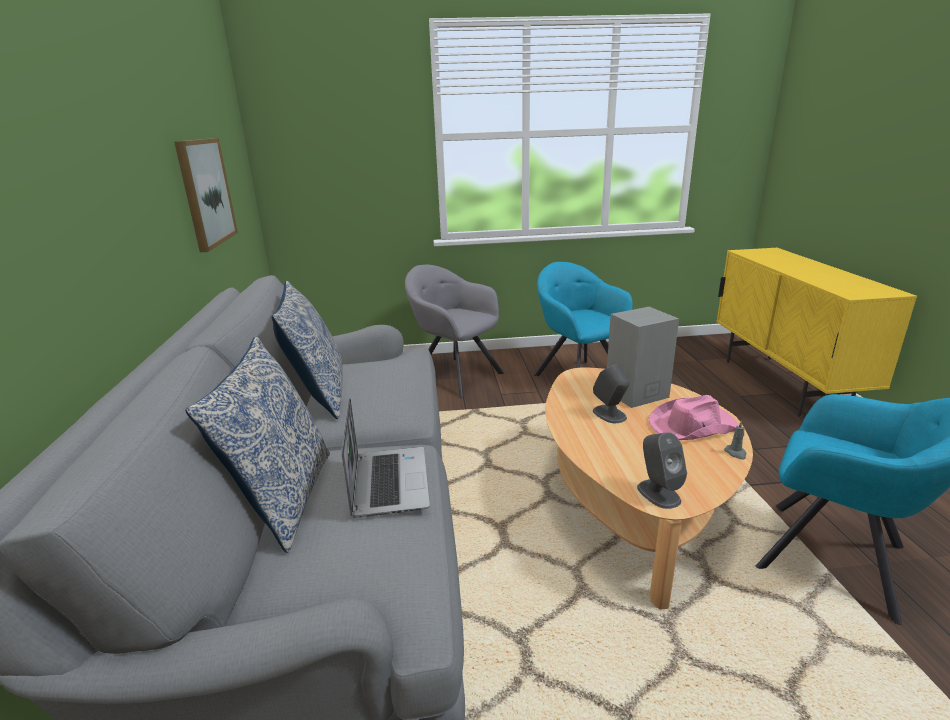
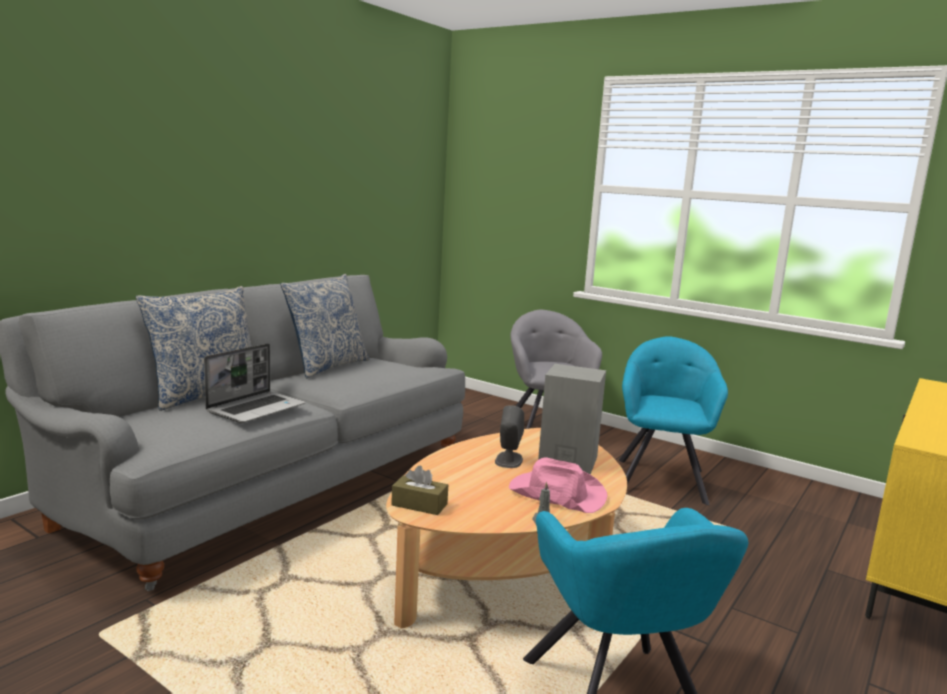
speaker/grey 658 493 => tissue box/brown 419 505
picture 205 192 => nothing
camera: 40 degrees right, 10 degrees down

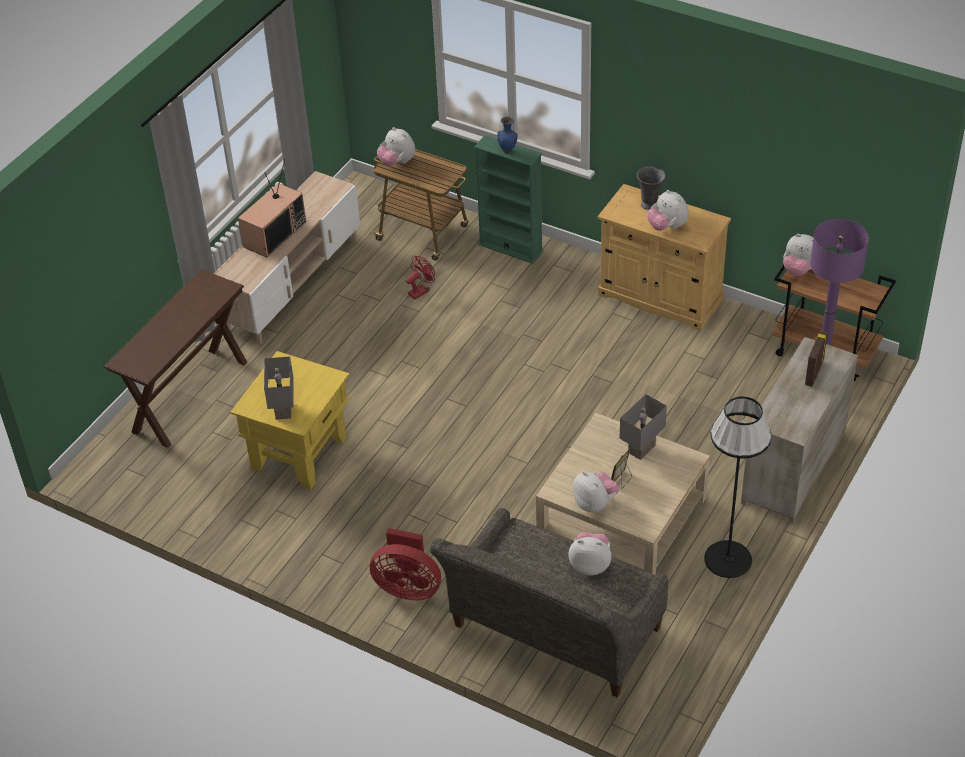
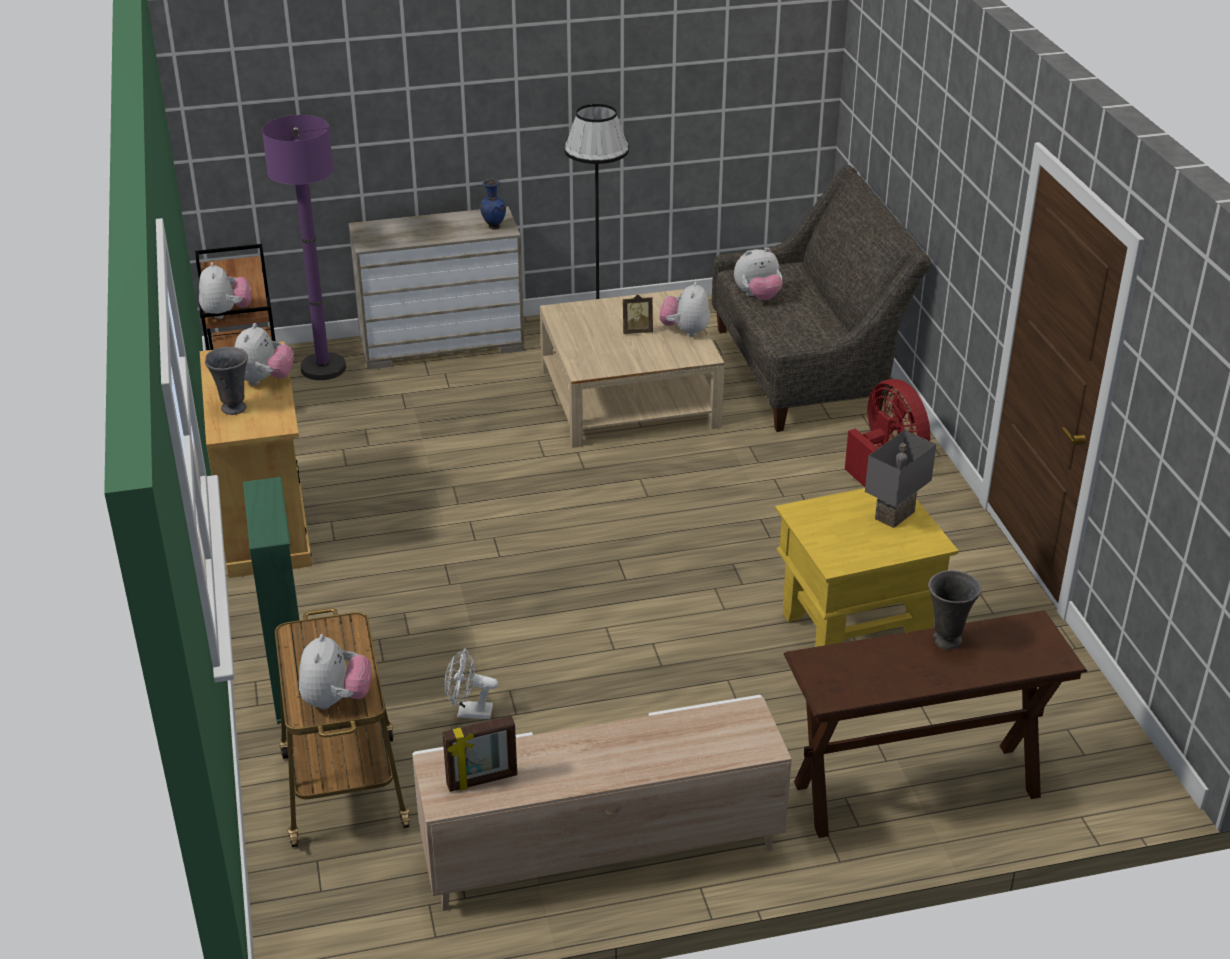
picture frame 813 373 => picture frame 482 781, moved
fan/red 421 291 => fan/white 468 712
vase/blue 508 150 => vase/blue 493 227, moved
plush toy 590 565 => plush toy 758 296, 75 degrees counterclockwise
nothing => vase/grey 946 641
television 274 233 => nothing
table lamp/grey 640 448 => nothing
camera: 135 degrees left, 10 degrees down

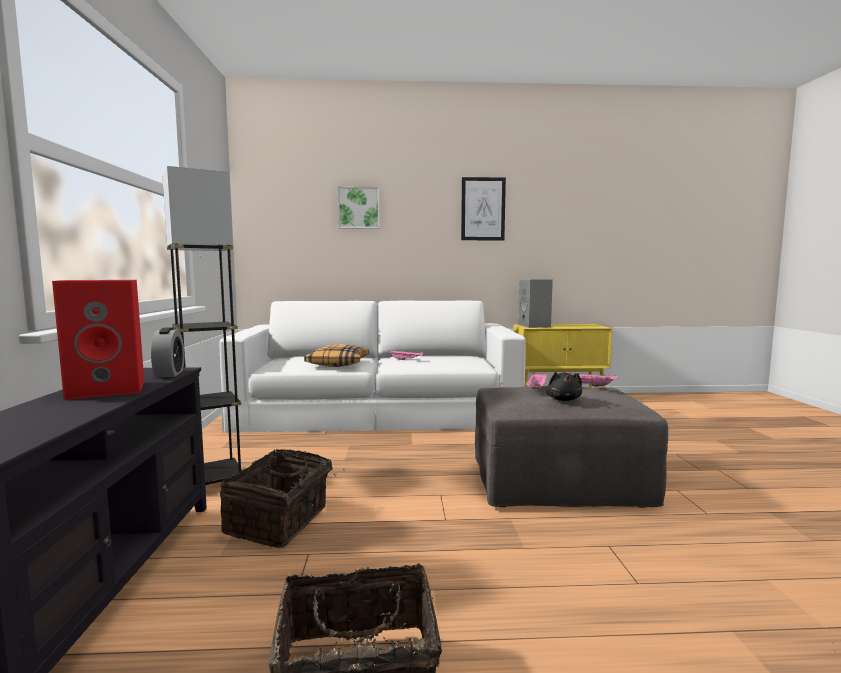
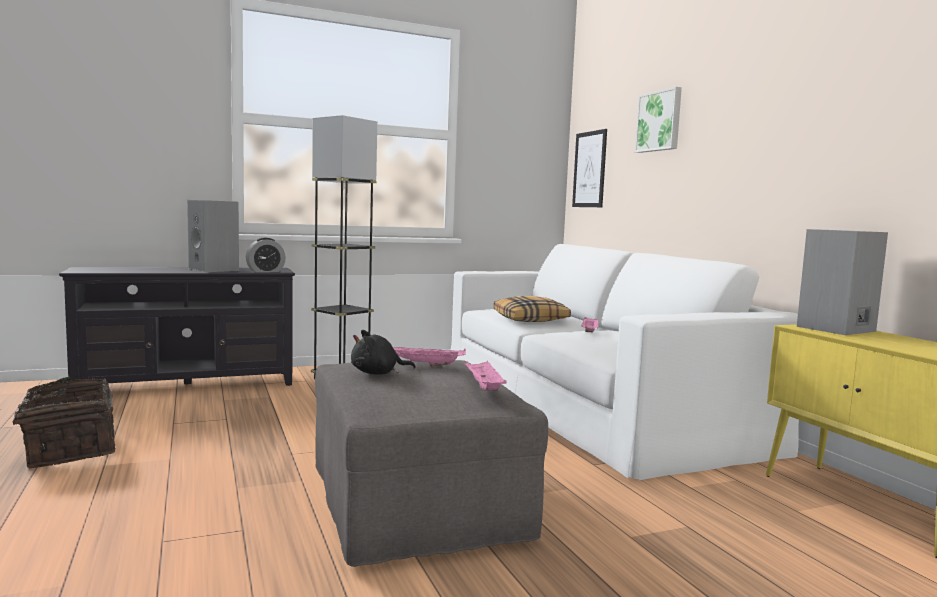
speaker/red 109 389 => speaker/grey 215 270
picture 483 209 => picture 589 169, moved
basket 280 521 => nothing
camera: 70 degrees right, 0 degrees up

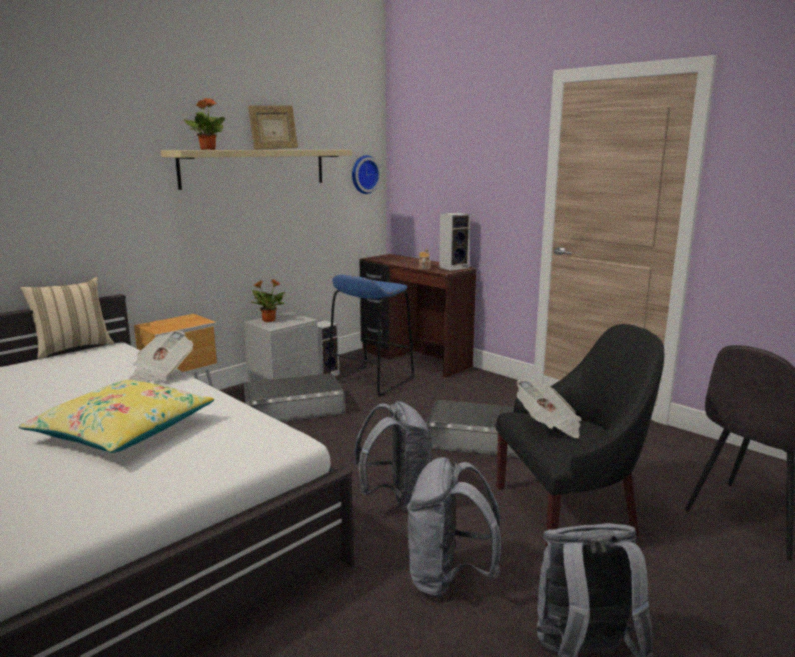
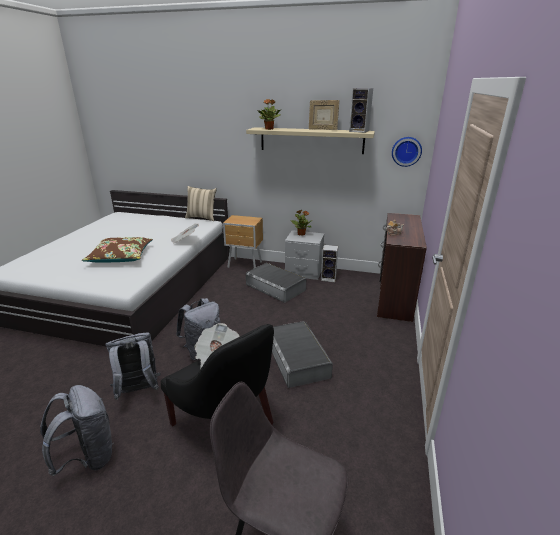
pillow/yellow 123 431 => pillow/brown 121 256
speaker 454 267 => speaker 360 131, moved
stool/blue 371 381 => nothing
camera: 60 degrees right, 10 degrees up

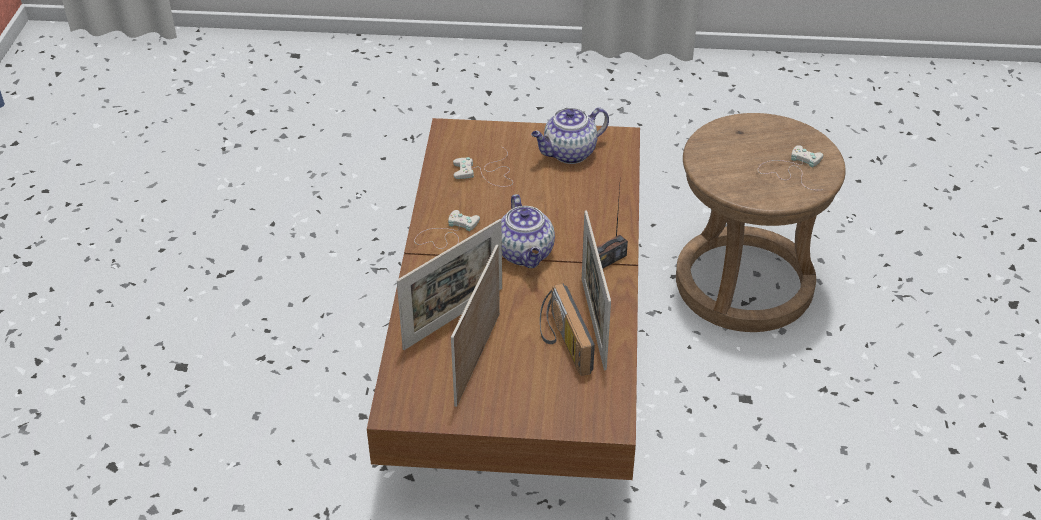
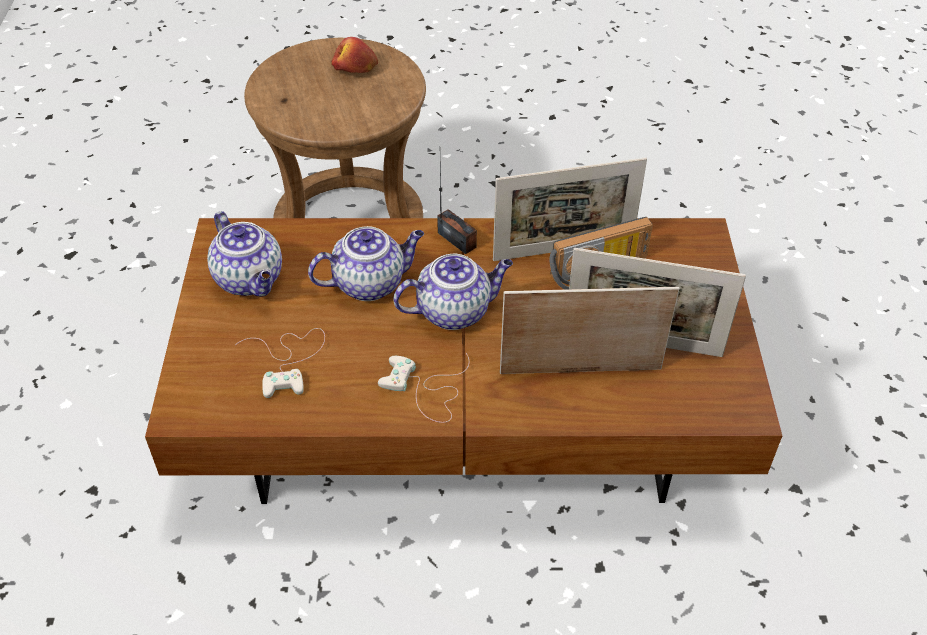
nothing => teapot 370 283
game controller/white 791 170 => apple 355 68
picture frame 453 318 => picture frame 580 370, 45 degrees counterclockwise
camera: 95 degrees left, 5 degrees up

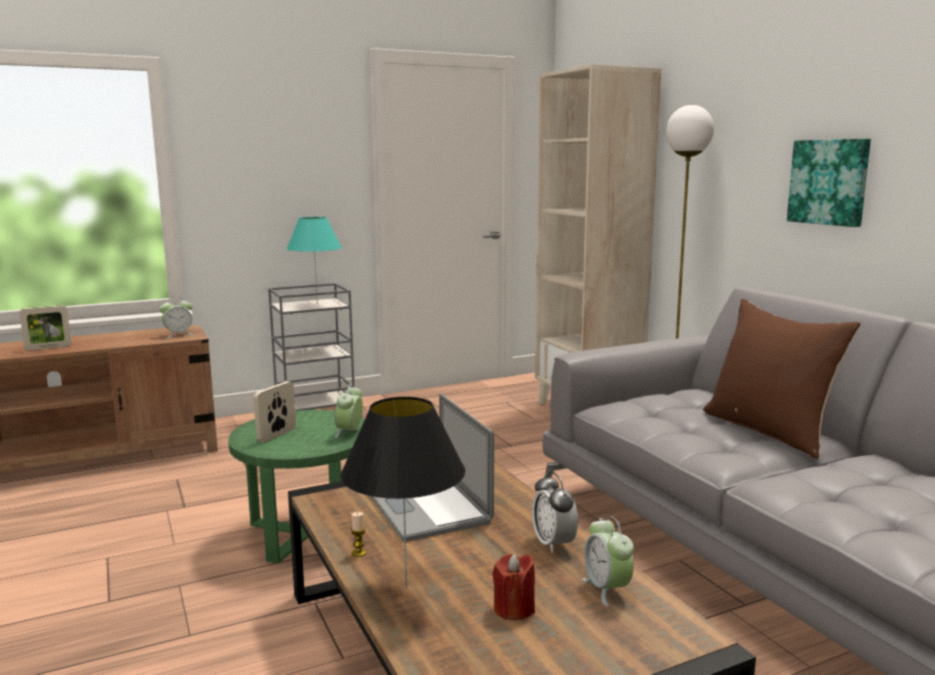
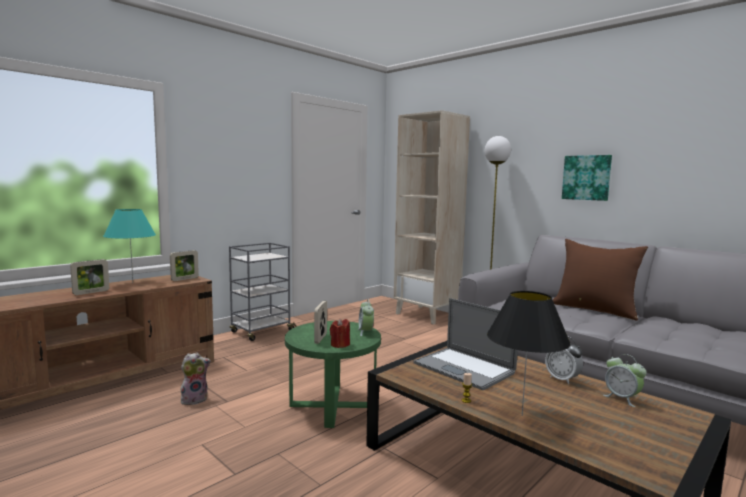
table lamp/turquoise 317 304 => table lamp/turquoise 132 283, moved
alarm clock 178 334 => picture frame 185 279
nothing => plush toy 195 399
candle/red 514 609 => candle/red 340 345, moved
camera: 20 degrees left, 5 degrees down

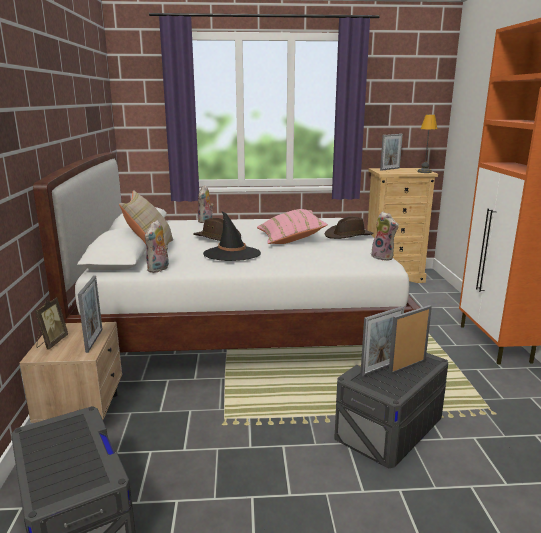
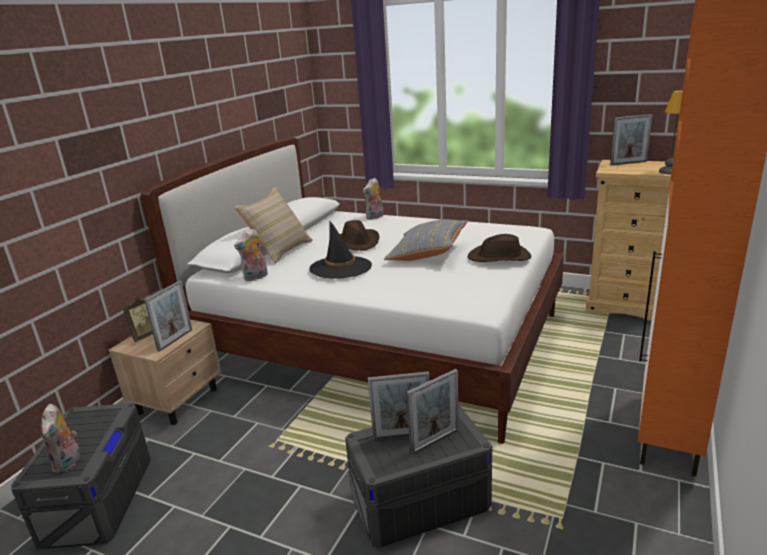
plush toy 383 257 => plush toy 69 462, moved
pillow/pink 290 239 => pillow/grey 427 254
picture frame 407 367 => picture frame 435 441, 150 degrees clockwise
camera: 30 degrees right, 5 degrees up

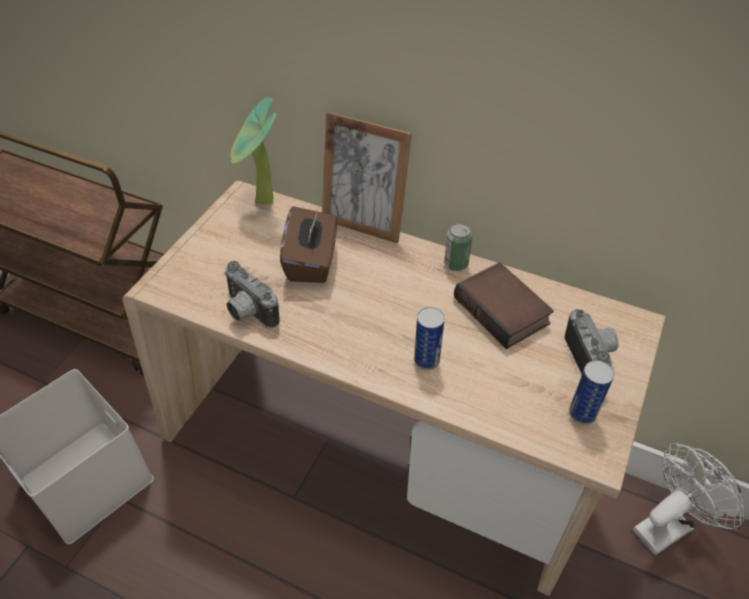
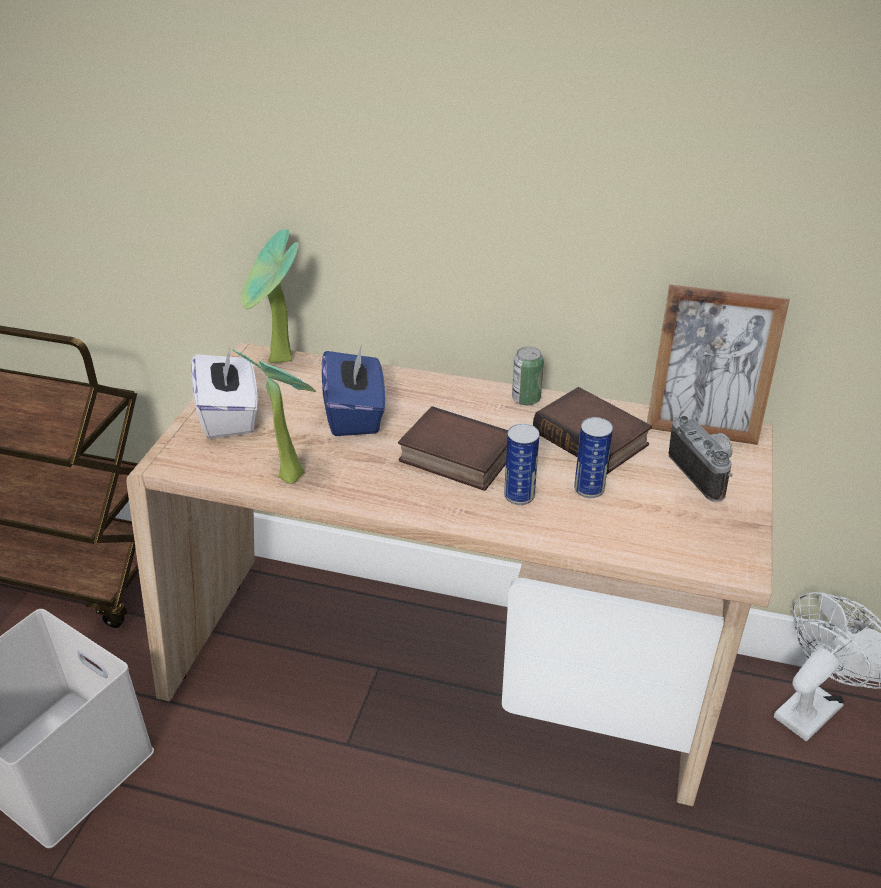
nothing => tissue box/white 230 416
photo camera 247 312 => potted plant 291 473
tissue box/brown 312 262 => tissue box/blue 355 414
nothing => book 454 458
can 582 413 => can 589 489, moved
picture frame 364 224 => picture frame 701 427, moved
camera: 10 degrees left, 10 degrees down

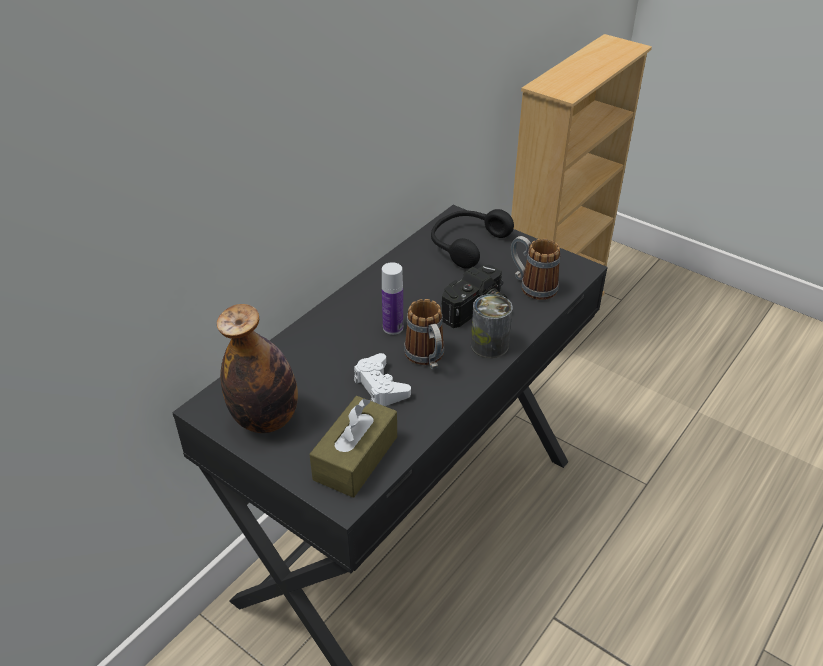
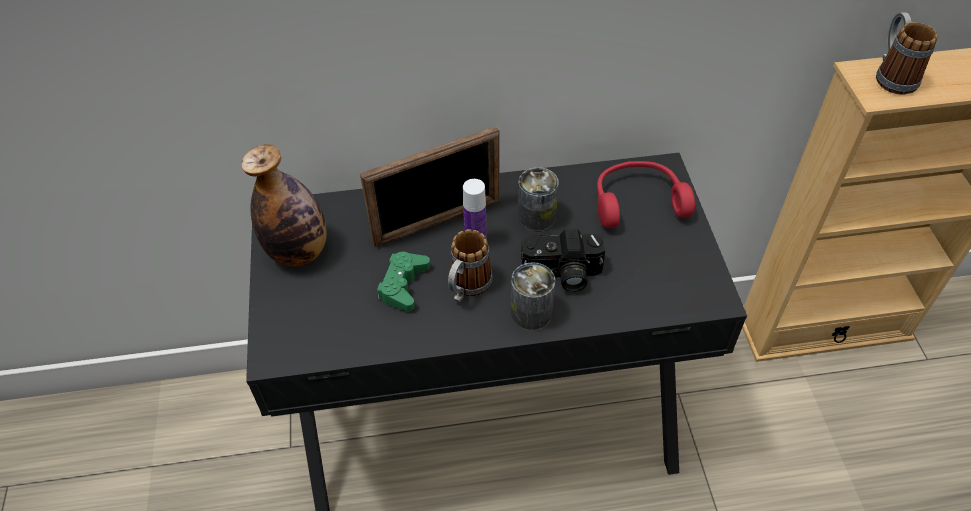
nothing => picture frame 437 222
game controller/white 380 386 => game controller/green 403 285
nothing => can 536 217
headphones/black 466 244 => headphones/red 637 201
mug 532 286 => mug 892 75, moved
tissue box/brown 356 458 => nothing
camera: 45 degrees right, 10 degrees up

